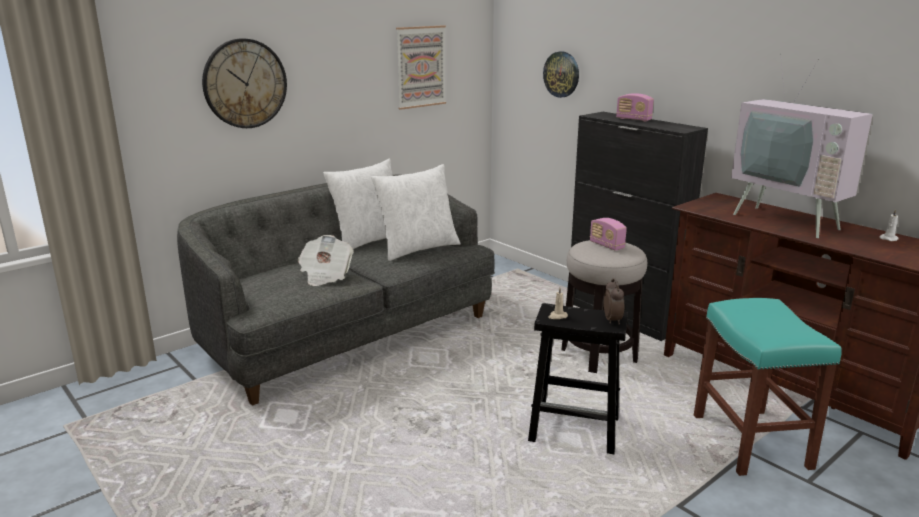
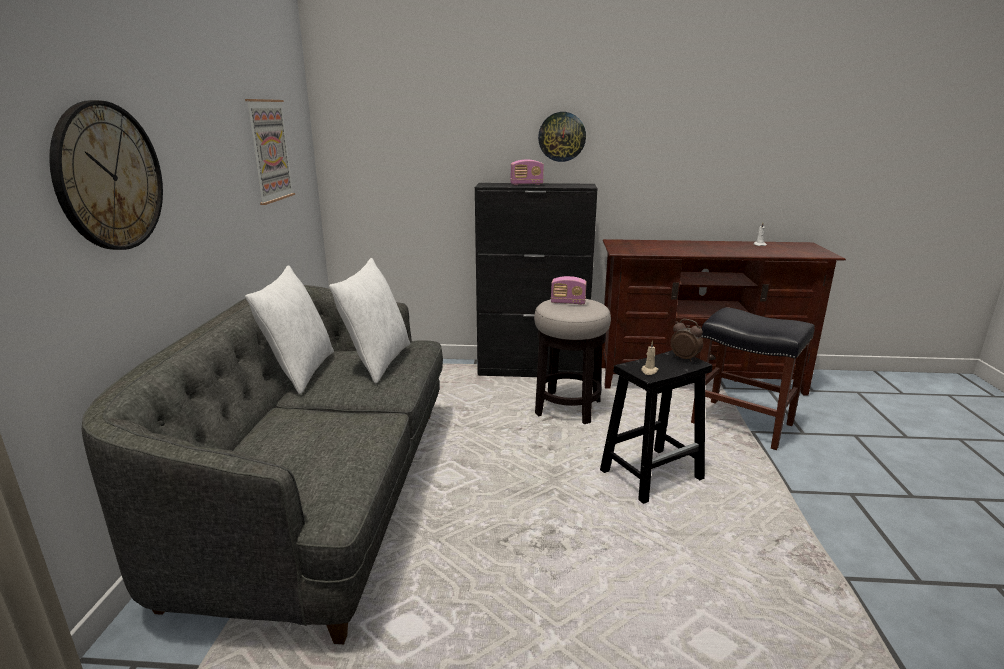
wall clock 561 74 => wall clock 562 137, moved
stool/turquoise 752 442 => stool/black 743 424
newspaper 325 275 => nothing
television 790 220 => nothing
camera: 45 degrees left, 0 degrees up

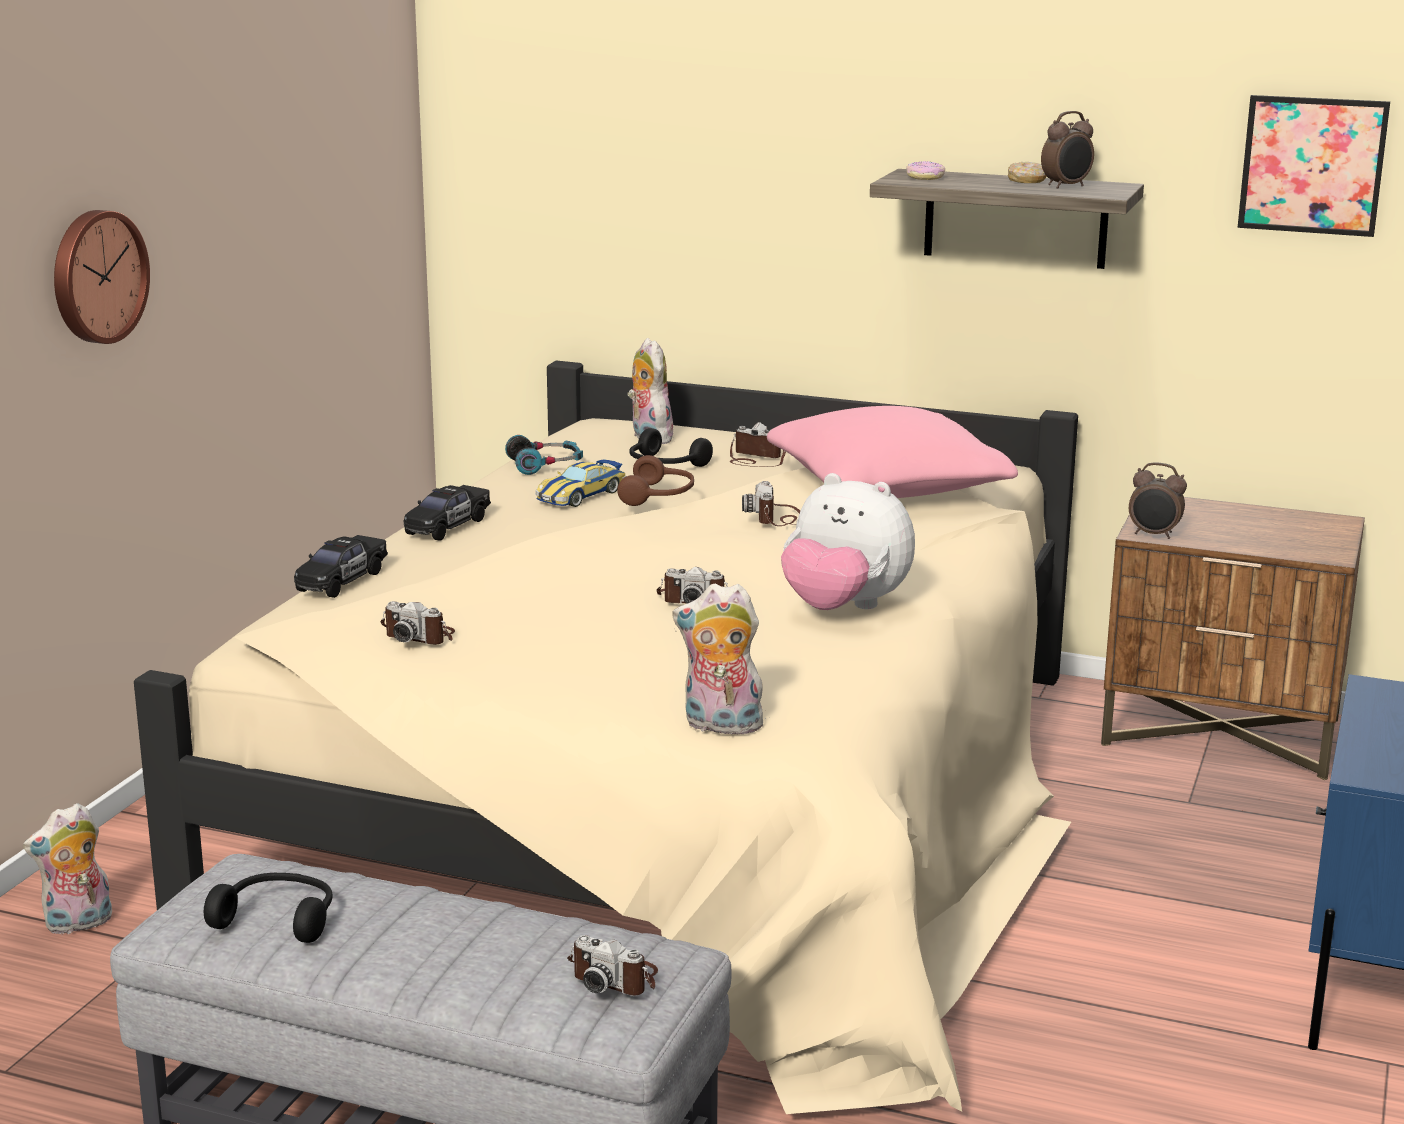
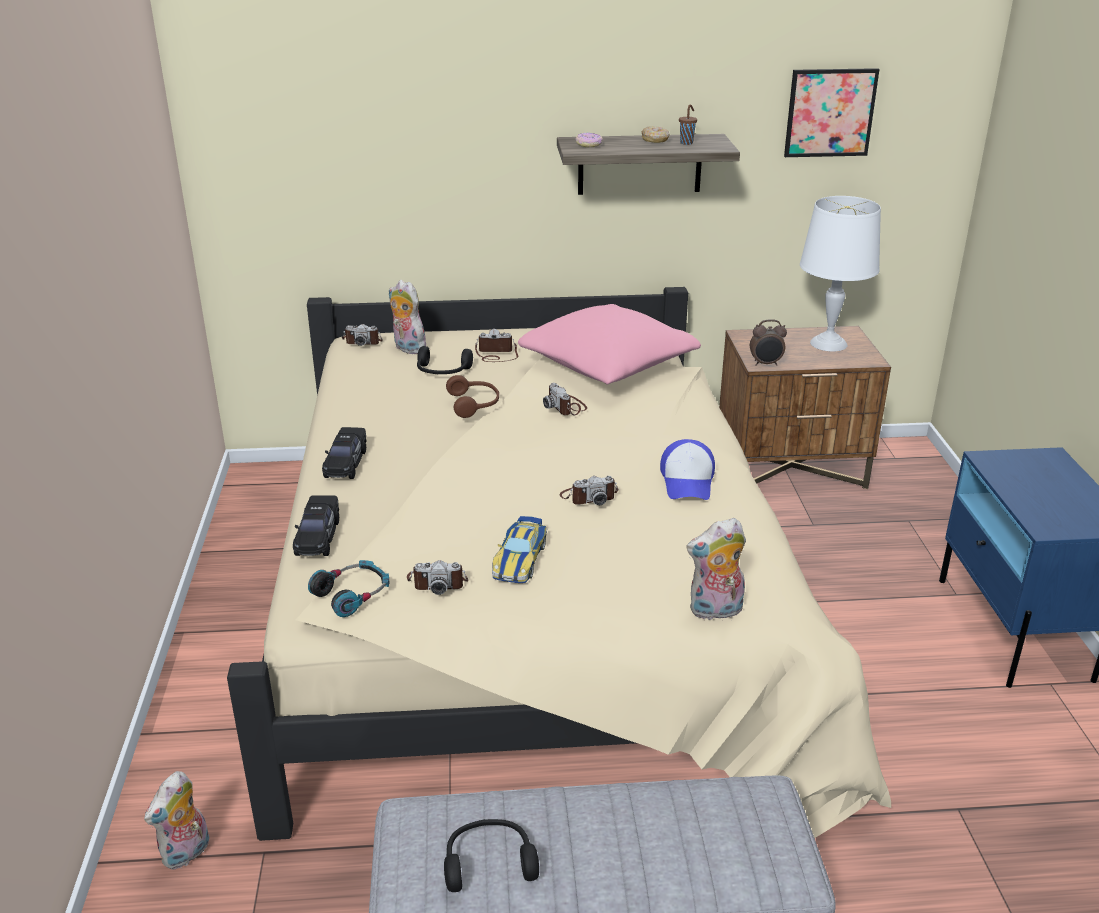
headphones 545 465 => headphones 352 594, moved
photo camera 615 977 => photo camera 363 341, moved
toy car 581 495 => toy car 520 559, moved
plush toy 844 608 => cap 688 481
alarm clock 1066 186 => cup/brown 687 143
nothing => table lamp/white 829 343
wall clock 96 276 => nothing
camera: 25 degrees left, 10 degrees up

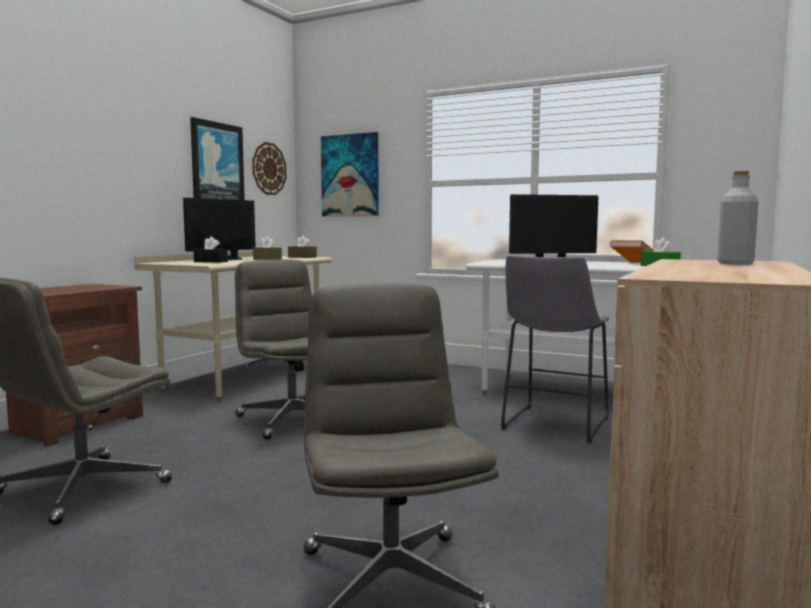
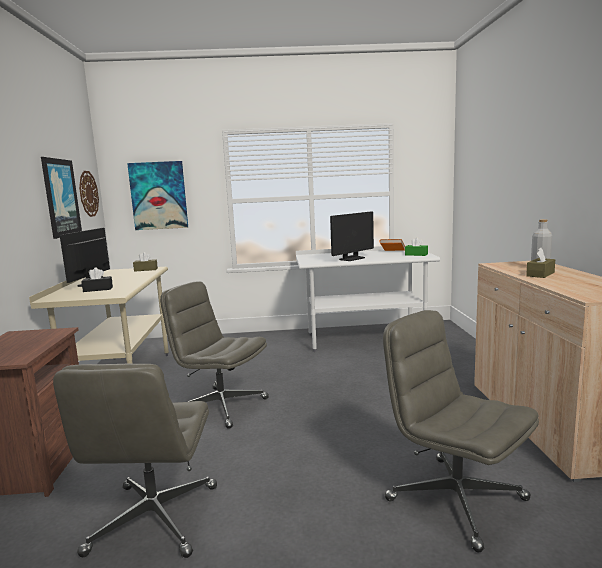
tissue box/brown 267 259 => tissue box/brown 540 274, moved
stool/grey 553 425 => nothing
camera: 30 degrees left, 5 degrees up

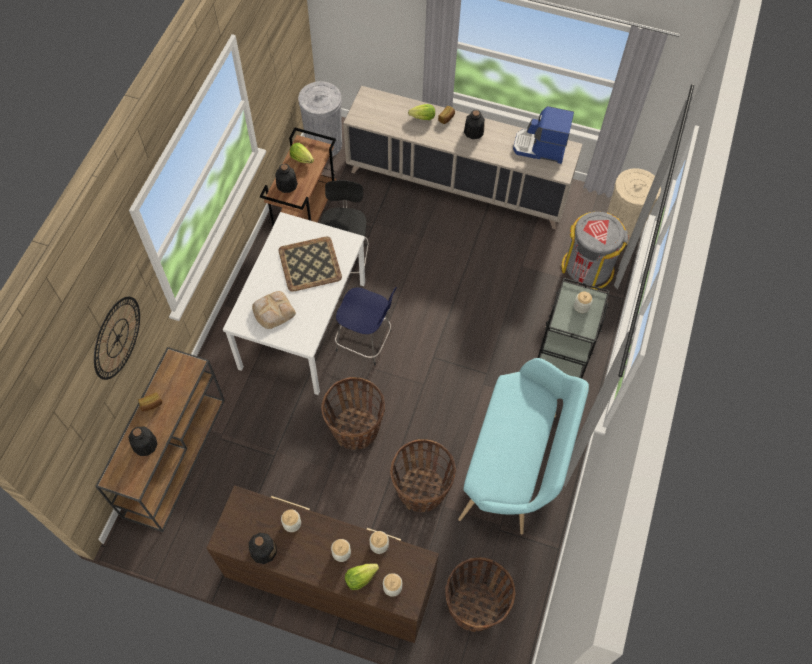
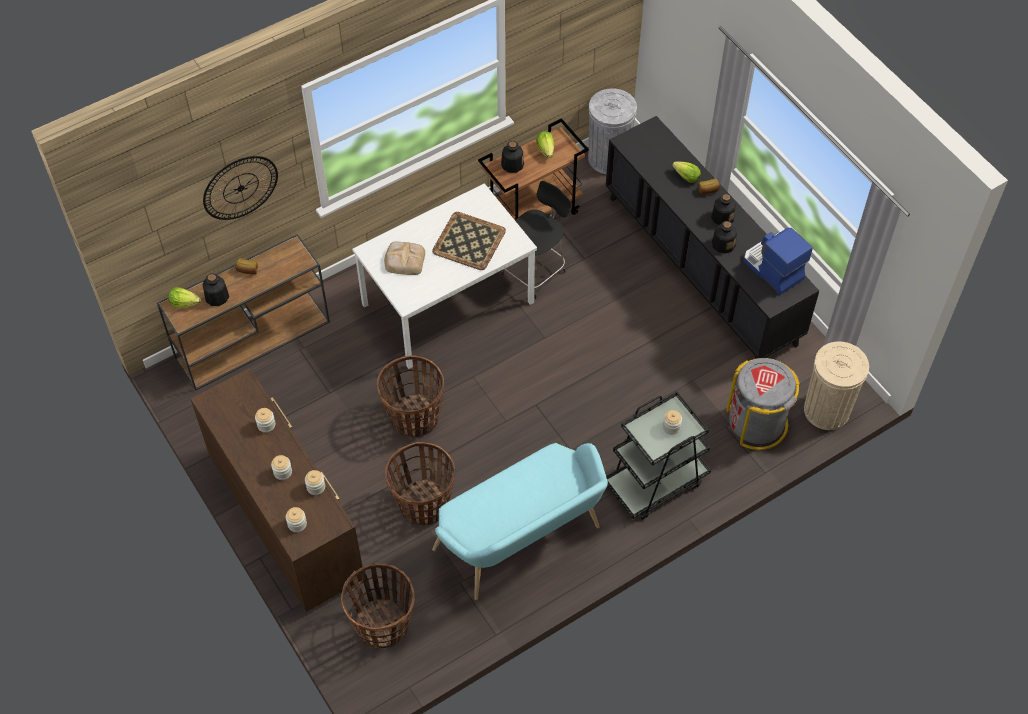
lettuce 360 577 => lettuce 184 303, moved
cabinet/beige 457 184 => cabinet/black 701 269
bottle 263 550 => bottle 723 244, moved
stool/blue 365 341 => nothing
camera: 40 degrees right, 5 degrees down

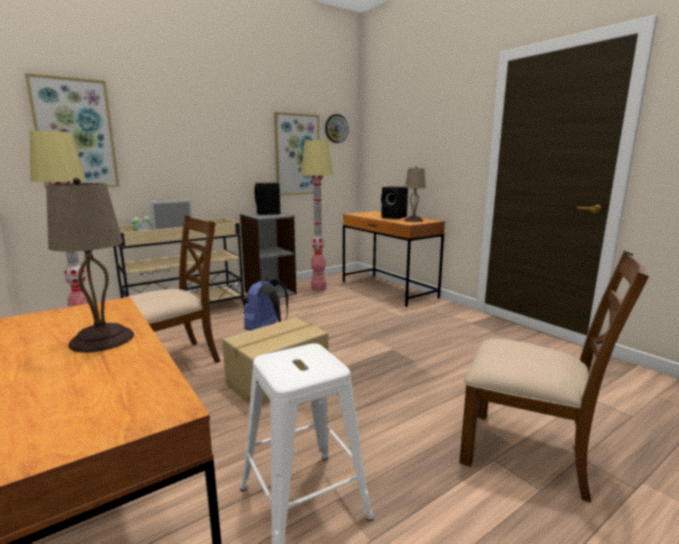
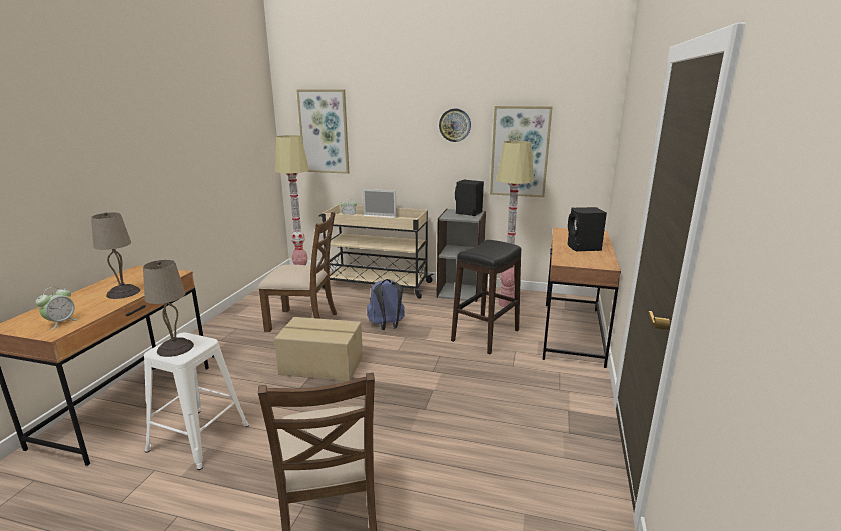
nothing => alarm clock 61 322
table lamp/beige 413 220 => table lamp/beige 174 348, moved
wall clock 336 128 => wall clock 455 125, moved
nothing => stool/black 485 335
camera: 50 degrees right, 5 degrees up

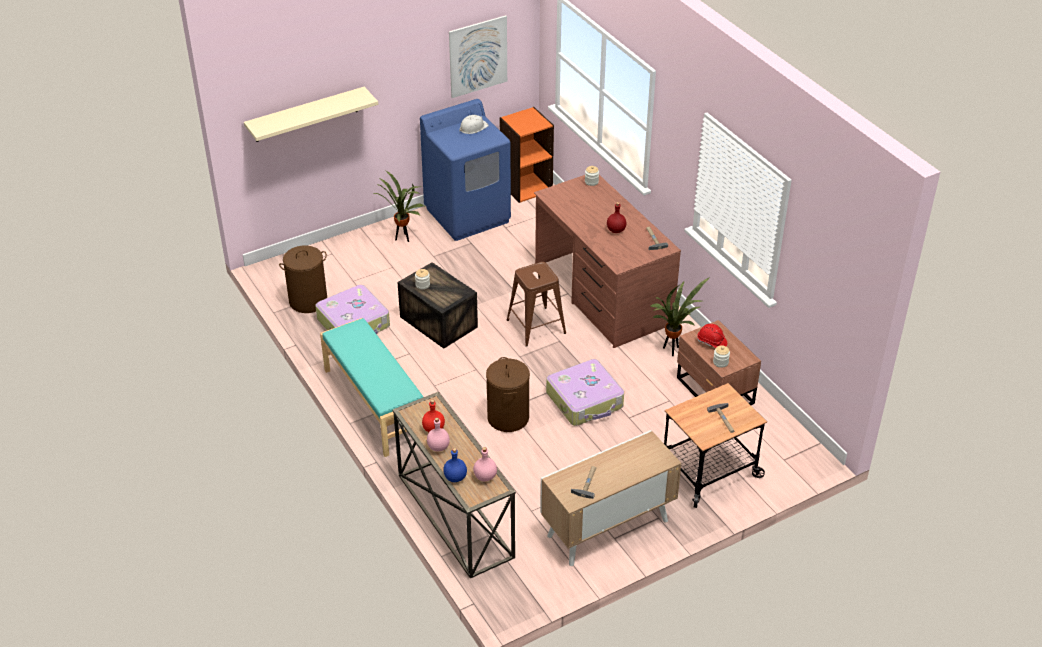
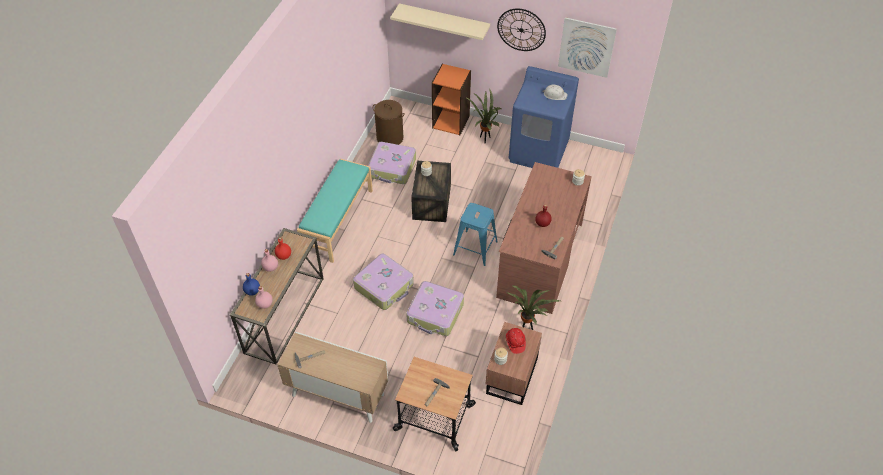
laundry basket/brown 508 417 => suitcase 384 286
bookcase/orange 526 187 => bookcase/orange 451 122, moved
stool/brown 536 326 => stool/blue 475 248
nothing => wall clock 521 30
camera: 50 degrees right, 10 degrees up

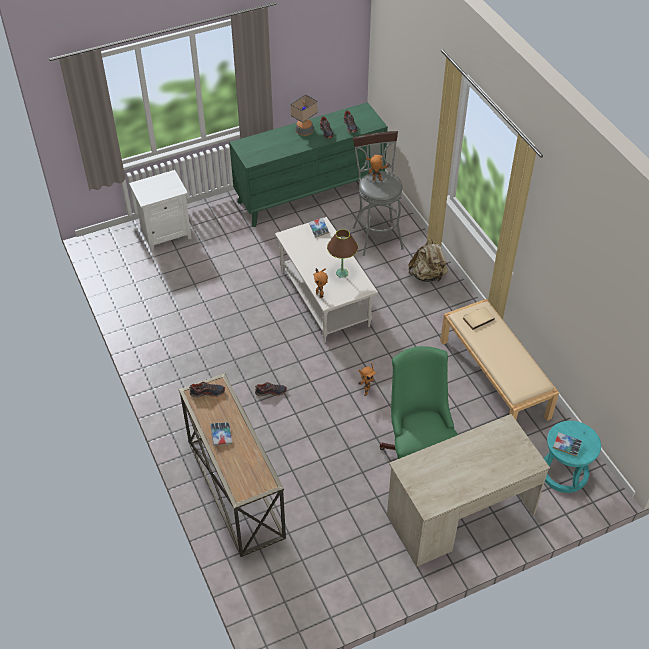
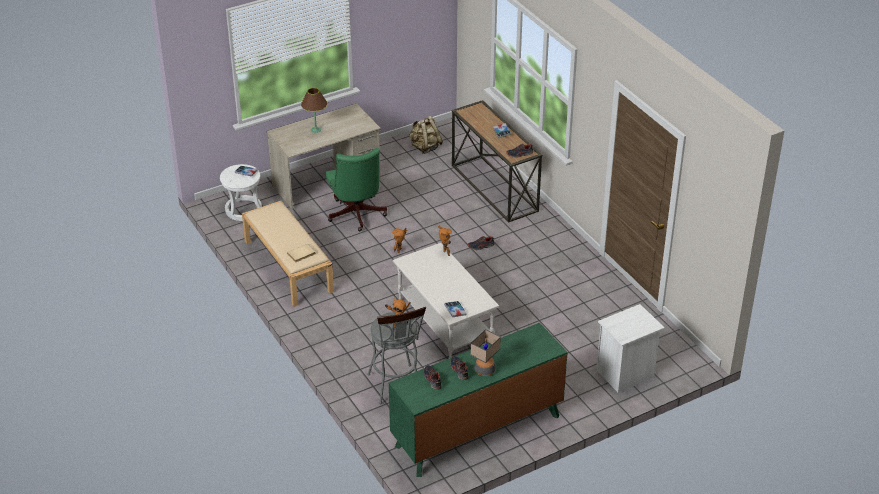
stool/turquoise 564 473 => stool/white 243 209
table lamp/brown 342 273 => table lamp/brown 316 130, moved
backpack/beige 427 275 => backpack/beige 425 147, moved
camera: 175 degrees right, 10 degrees down

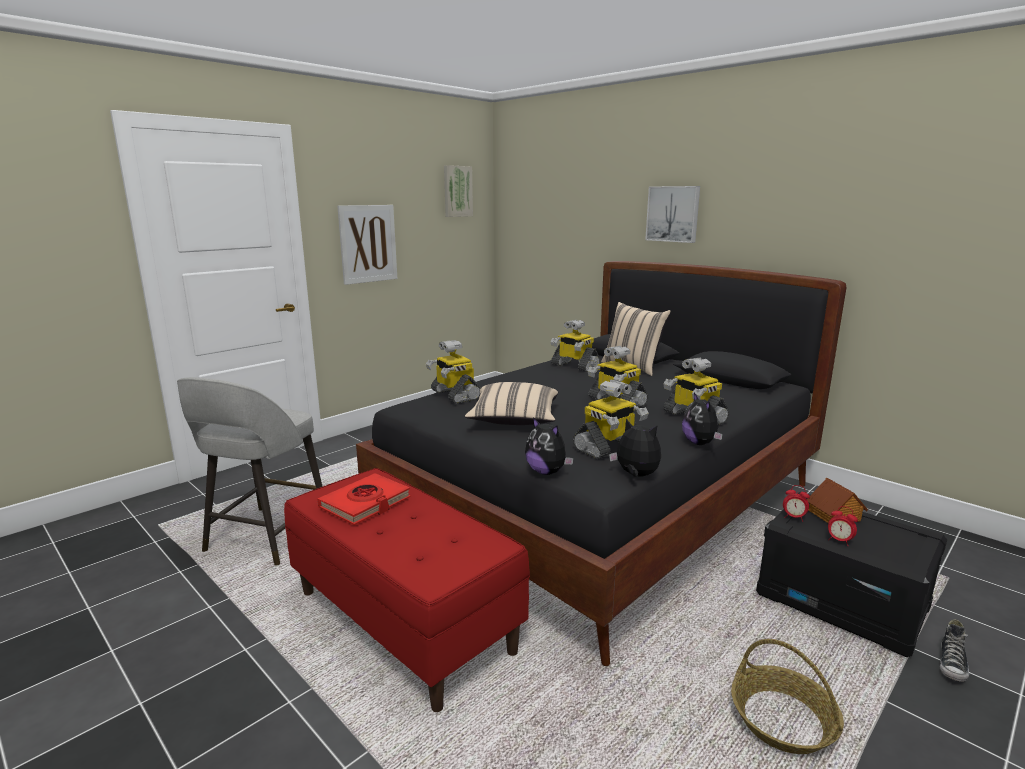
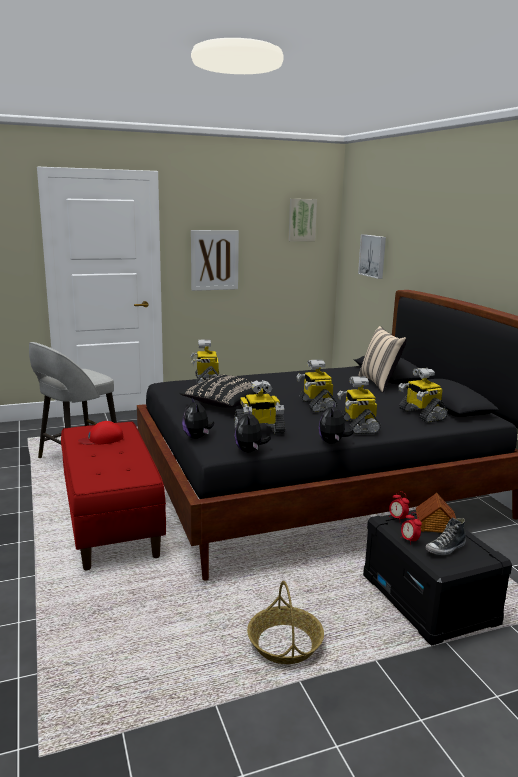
book/red 365 504 => cap/red 101 439
pillow/beige 514 420 => pillow/black 224 404
plush toy 636 475 => plush toy 250 451, 150 degrees counterclockwise
picture 673 214 => picture 373 256, moved
toy robot 574 366 => toy robot 421 414, moved
shoe 952 665 => shoe 445 548, moved
camera: 25 degrees right, 0 degrees up

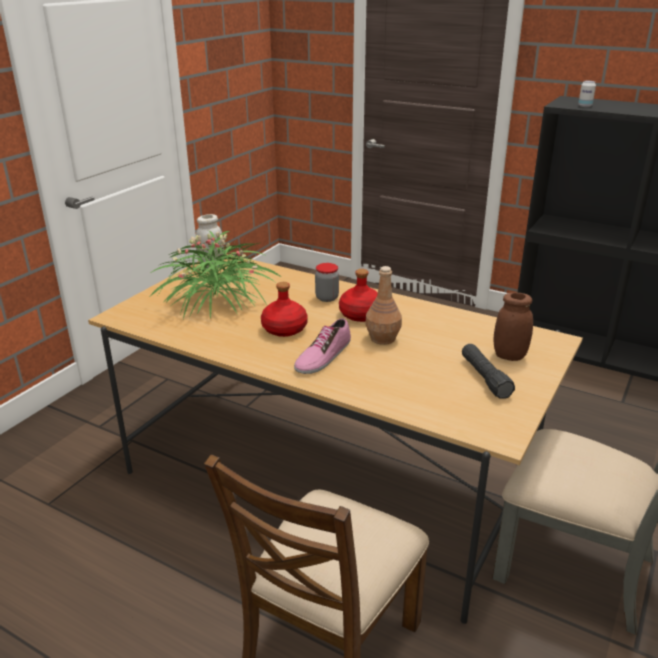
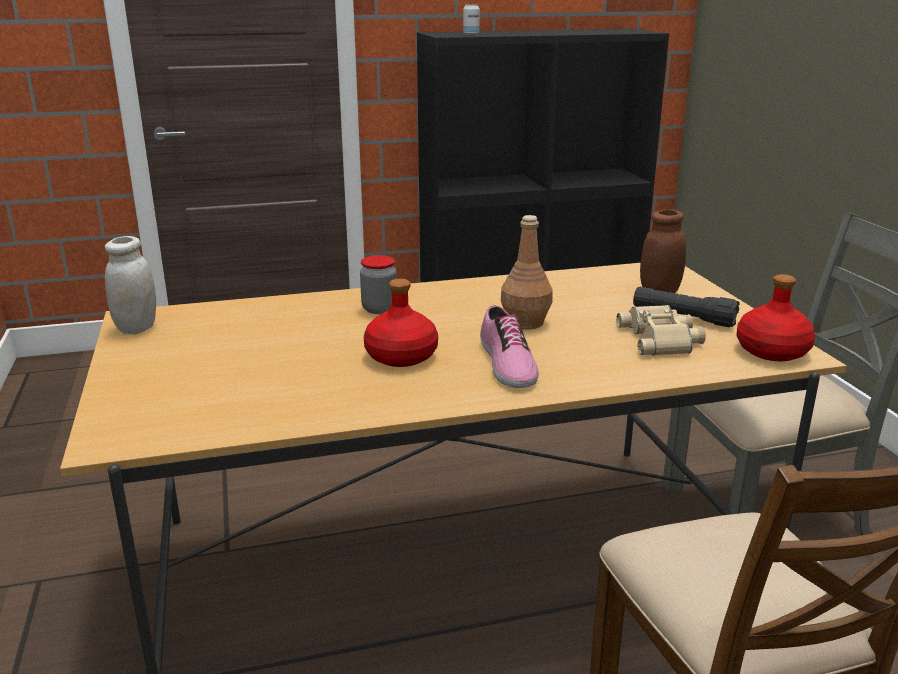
nothing => binoculars/beige 662 339
bottle/red 361 315 => bottle/red 773 351, moved
potted plant 217 300 => nothing
camera: 45 degrees left, 5 degrees down

